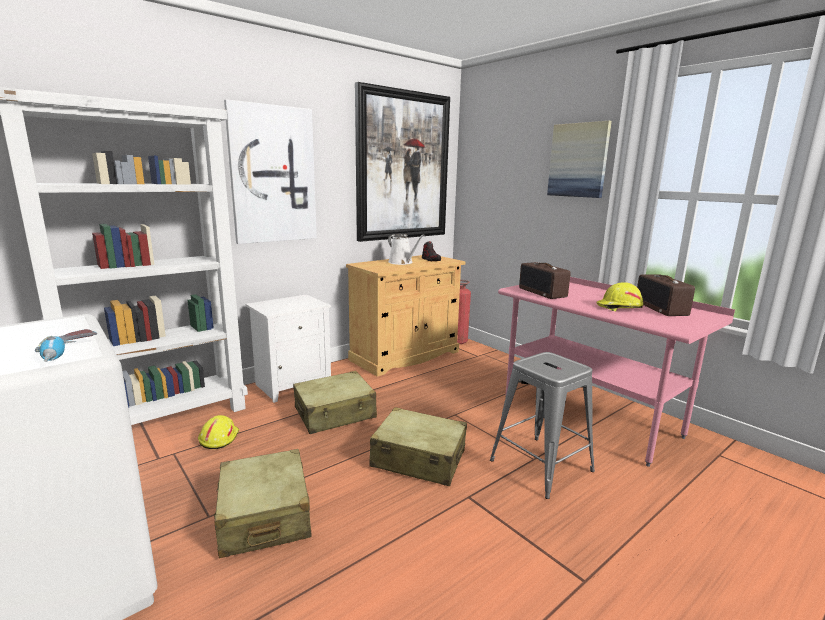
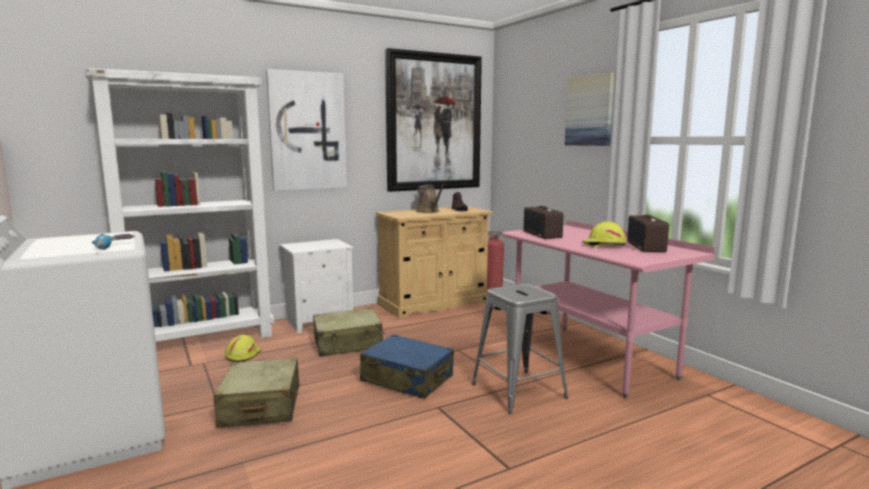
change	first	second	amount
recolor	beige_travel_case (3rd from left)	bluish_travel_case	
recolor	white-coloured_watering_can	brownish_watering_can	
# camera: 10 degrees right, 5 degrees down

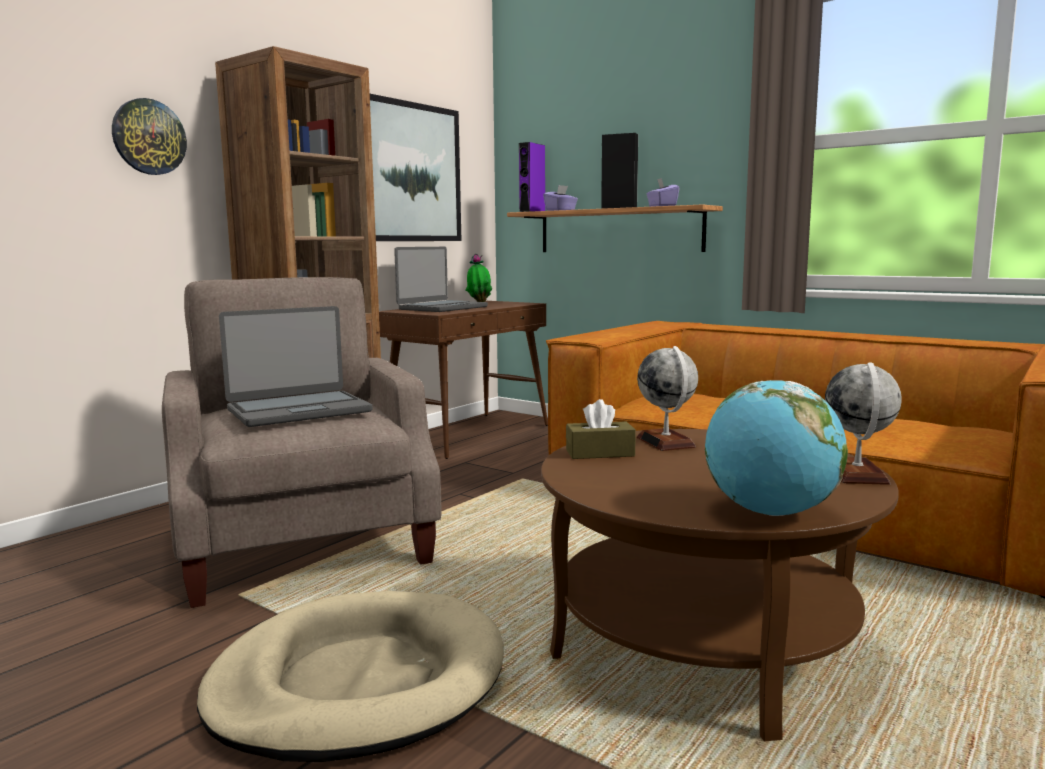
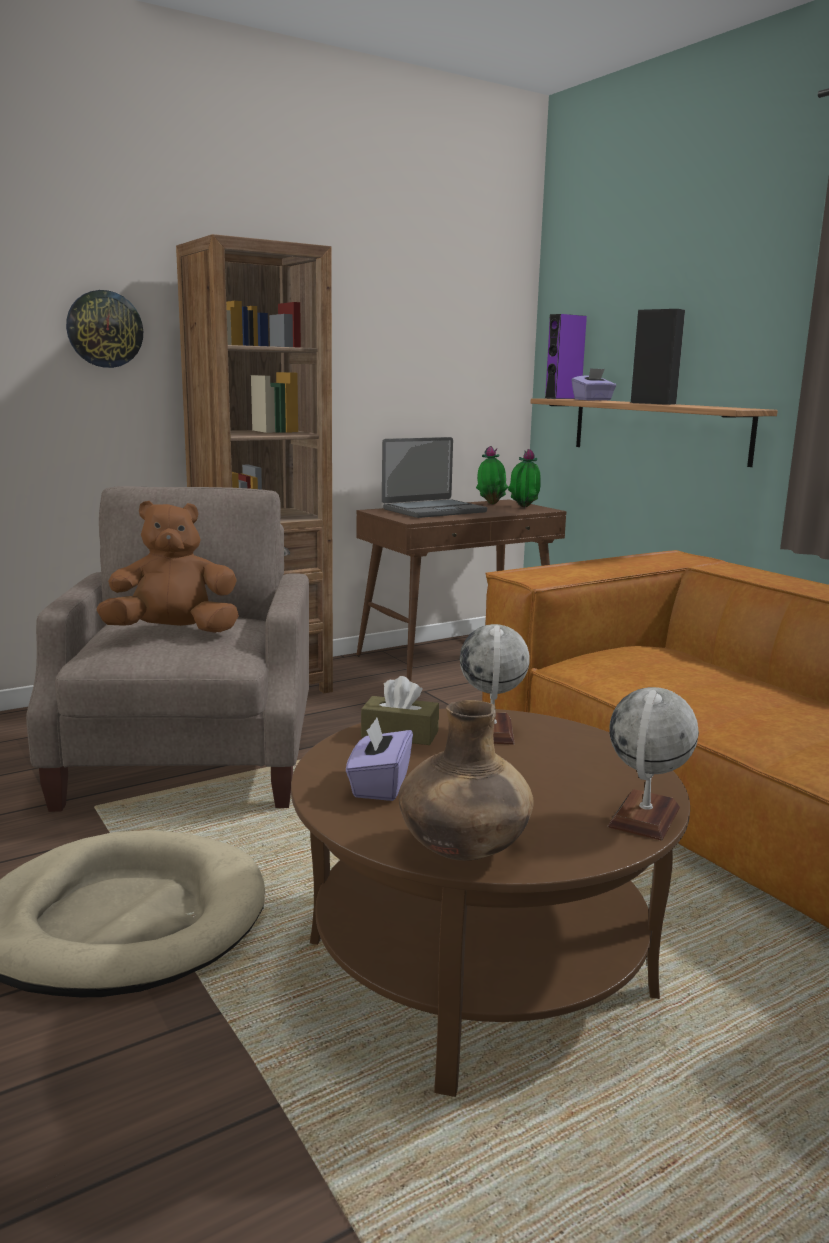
change	first	second	amount
replace	notebook_computer (1st from left)	brownish_plush_toy	
move	purplish_tissue_box (2nd from left in the first image)	purplish_tissue_box (1st from left)	
replace	world_globe (2nd from left)	brownish_flower_vase	
insert		potted_plant (2nd from left)	
delete	wall_art		
# camera: 20 degrees right, 5 degrees up

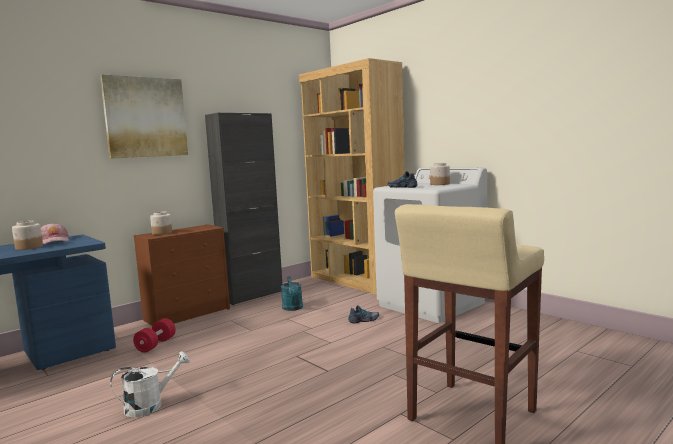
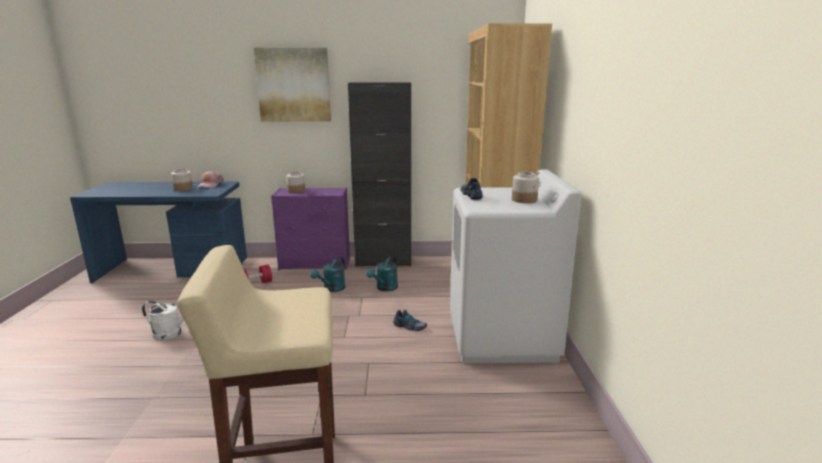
change	first	second	amount
recolor	brownish_drawer_chest	purplish_drawer_chest	
insert		turquoise_watering_can (1st from left)	
# camera: 40 degrees right, 10 degrees up

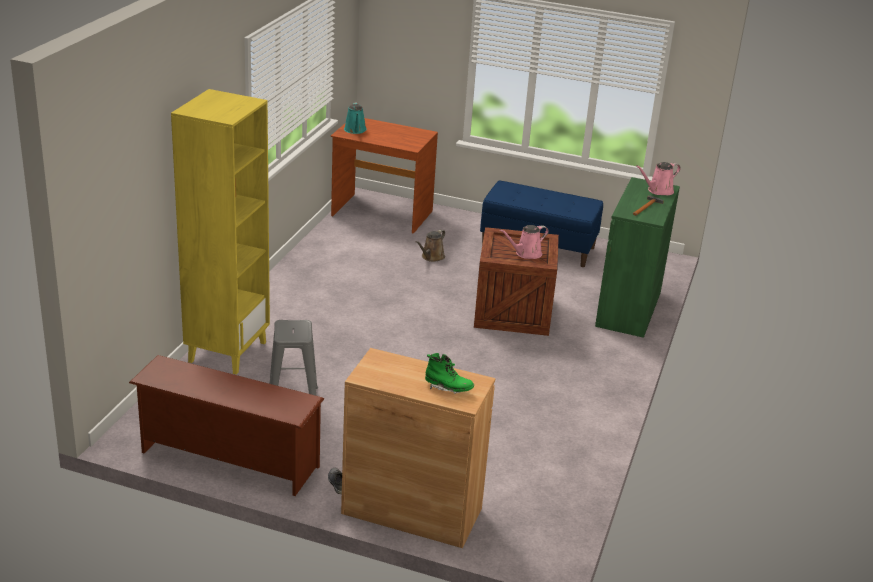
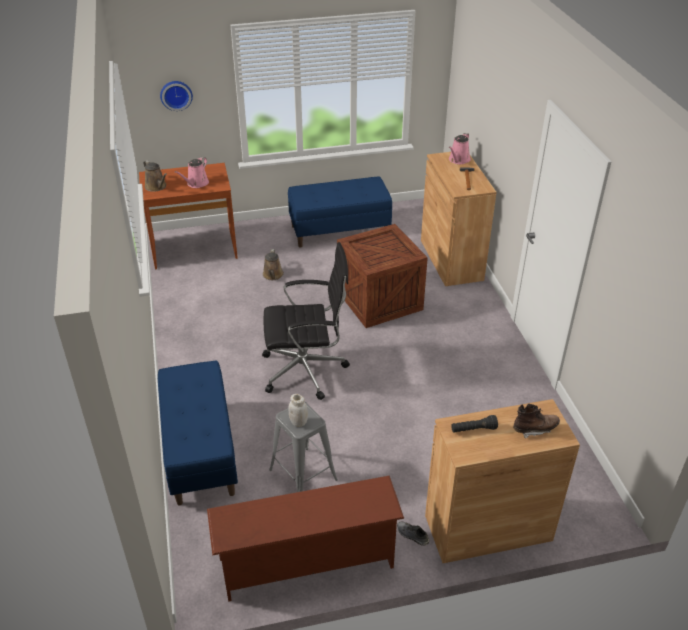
change	first	second	amount
recolor	turquoise_watering_can	brownish_watering_can (1st from left)	
replace	yellow_bookcase	bluish_long_seat (1st from left)	
insert		wall_clock	
move	pink_watering_can (1st from left)		
insert		black-coloured_desk_chair	
insert		white-coloured_storage_jar	
recolor	green-coloured_storage_cabinet	brownish_storage_cabinet (1st from left)	
insert		black-coloured_torch	
recolor	green-coloured_tall_boot	brownish_tall_boot	
# camera: 30 degrees left, 10 degrees up

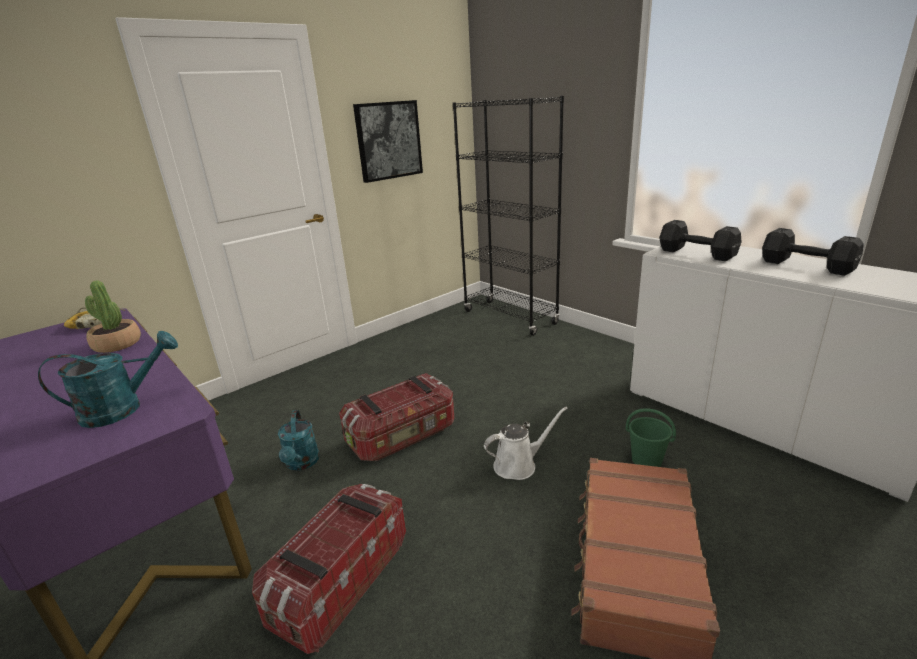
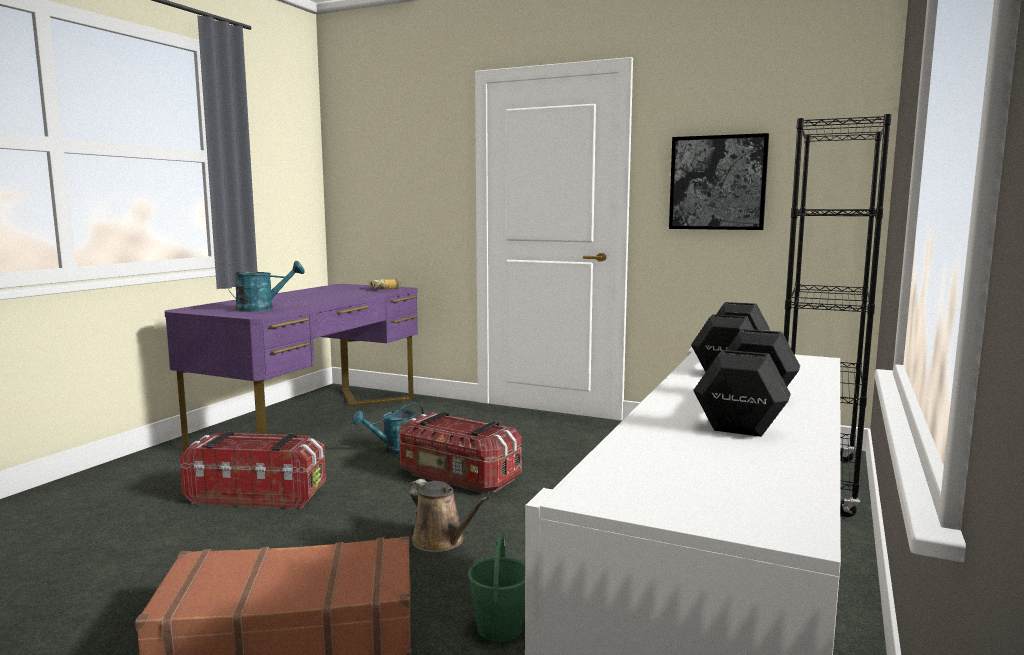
change	first	second	amount
rotate	turquoise_watering_can (1st from left)		60 degrees counterclockwise
recolor	white-coloured_watering_can	brownish_watering_can	
delete	potted_plant		
# camera: 65 degrees right, 15 degrees down

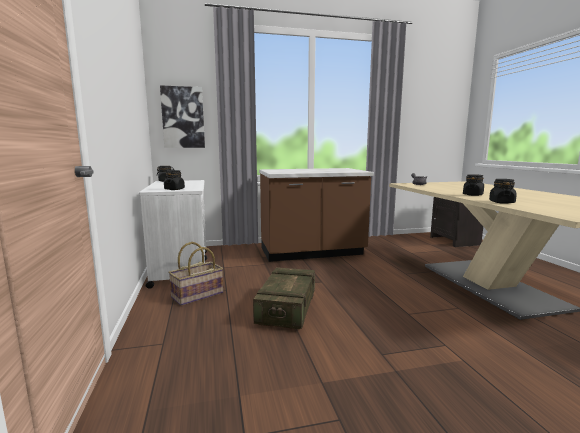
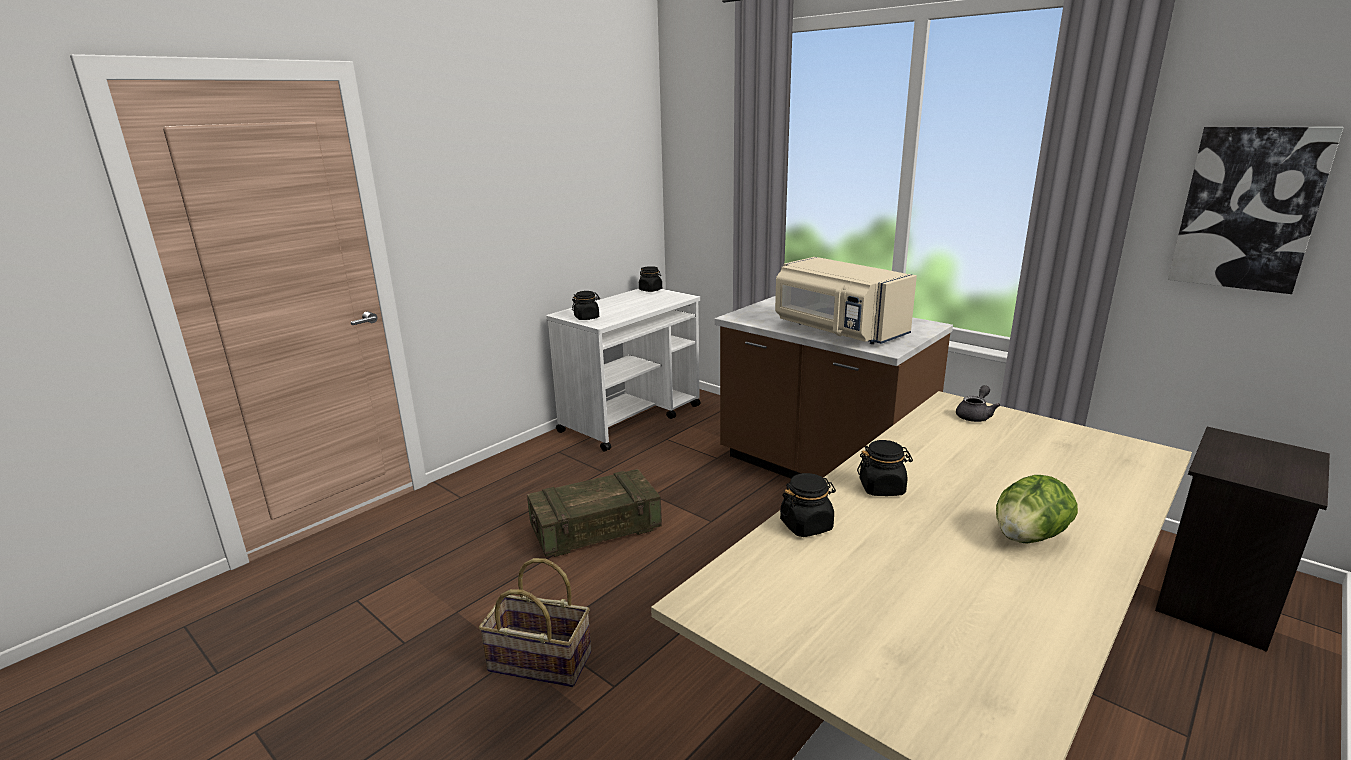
change	first	second	amount
move	household_basket		
insert		beige_kitchen_microwave	
insert		lettuce_head	
move	wall_art		
# camera: 55 degrees right, 10 degrees up

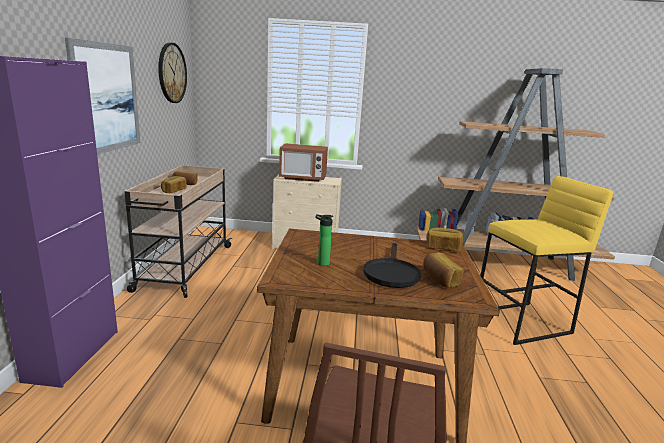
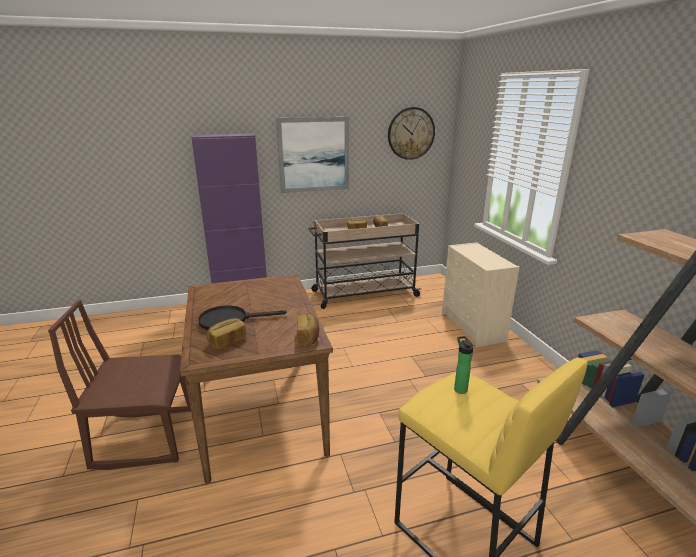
change	first	second	amount
move	bottle		
delete	kitchen_microwave		
# camera: 70 degrees right, 5 degrees up

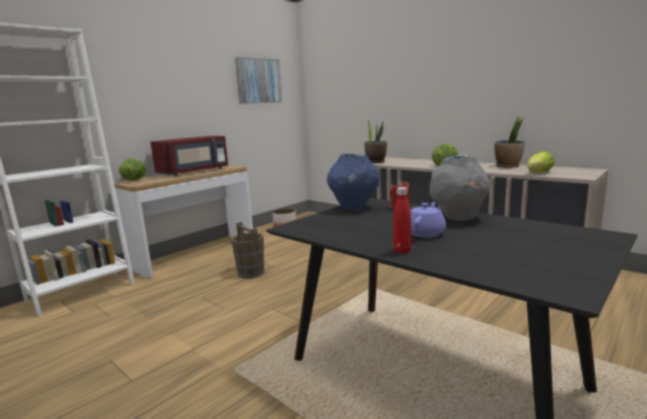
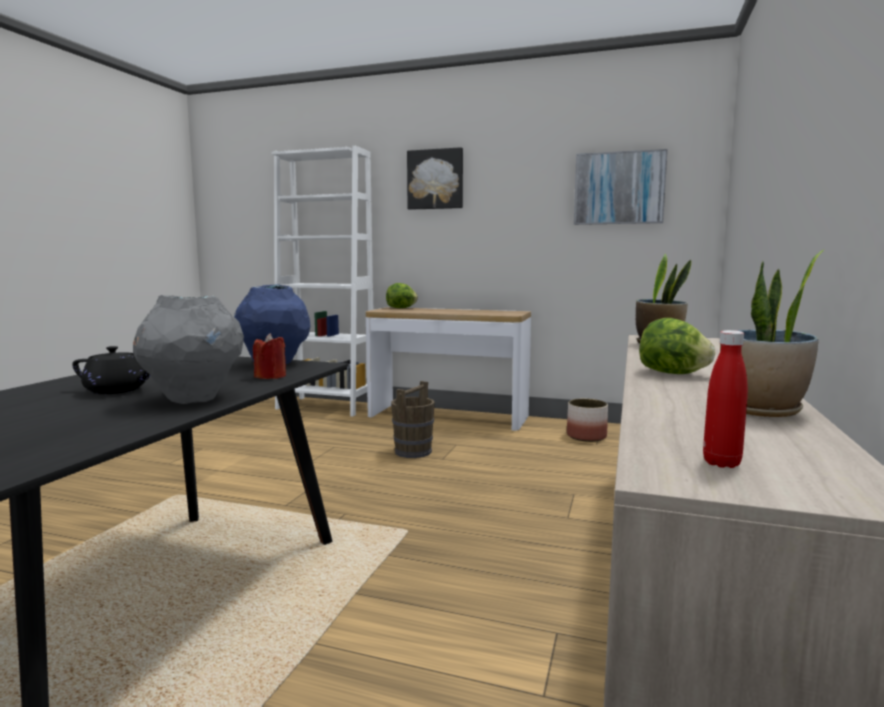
change	first	second	amount
recolor	purplish_tea_pot	black-coloured_tea_pot	
insert		wall_art (1st from left)	
move	red_bottle		
delete	red_kitchen_microwave		
delete	lettuce_head (3rd from left)		
# camera: 65 degrees right, 5 degrees down

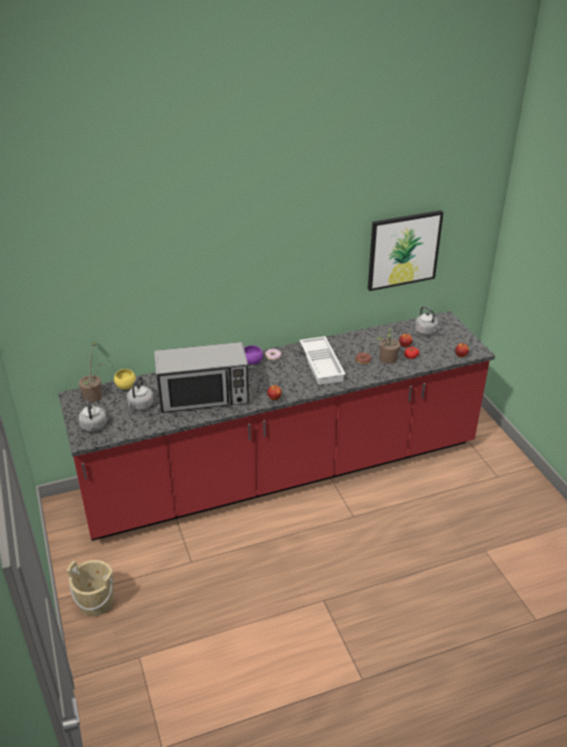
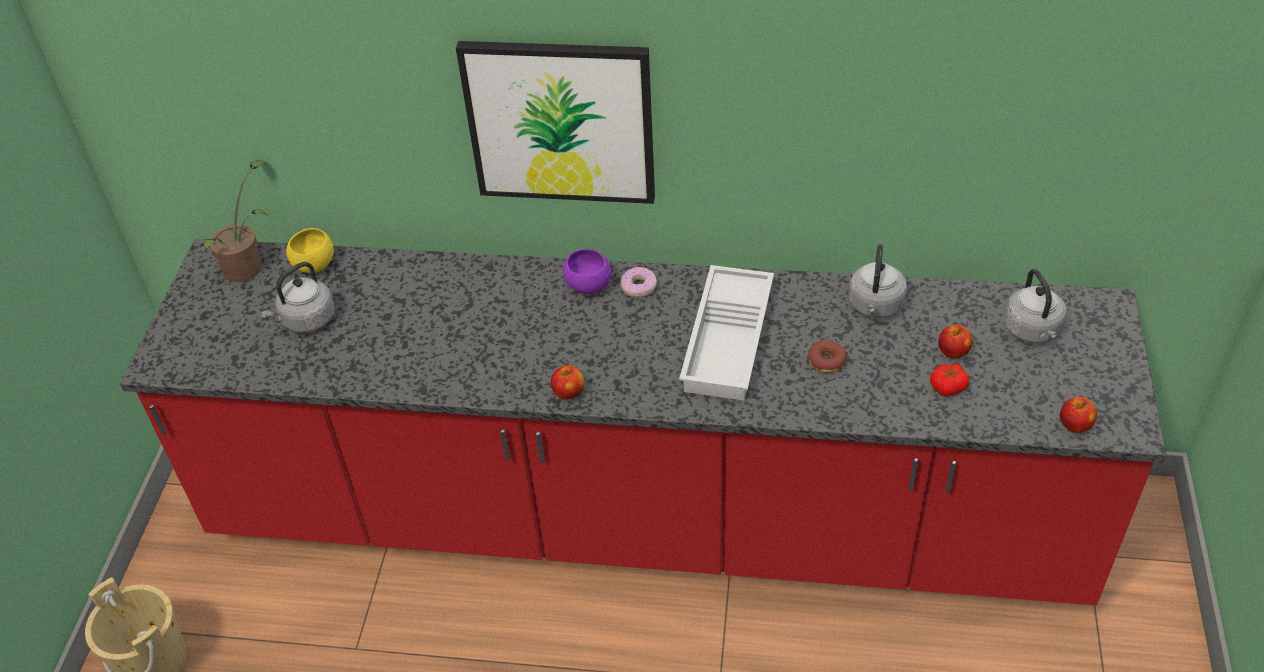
change	first	second	amount
move	wall_art		
move	gray_kettle (1st from left in the first image)	gray_kettle (2nd from left)	
delete	kitchen_microwave		
delete	potted_plant (2nd from left)		
# camera: 30 degrees right, 10 degrees up

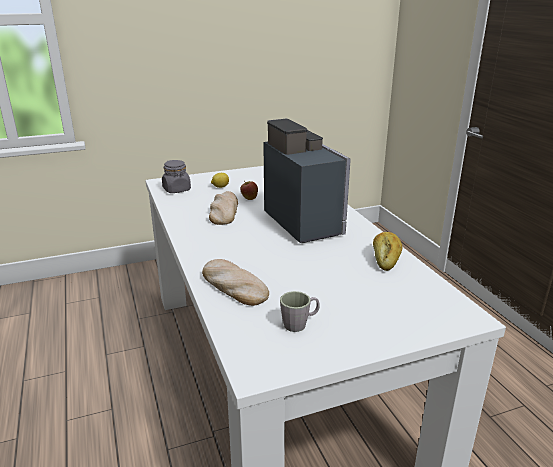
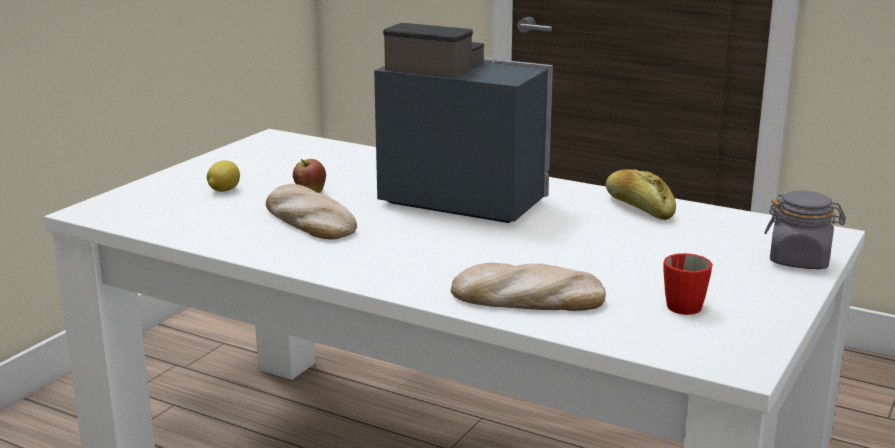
change	first	second	amount
recolor	gray_tea_mug	red_tea_mug	
move	gray_storage_jar		
# camera: 40 degrees left, 5 degrees down

